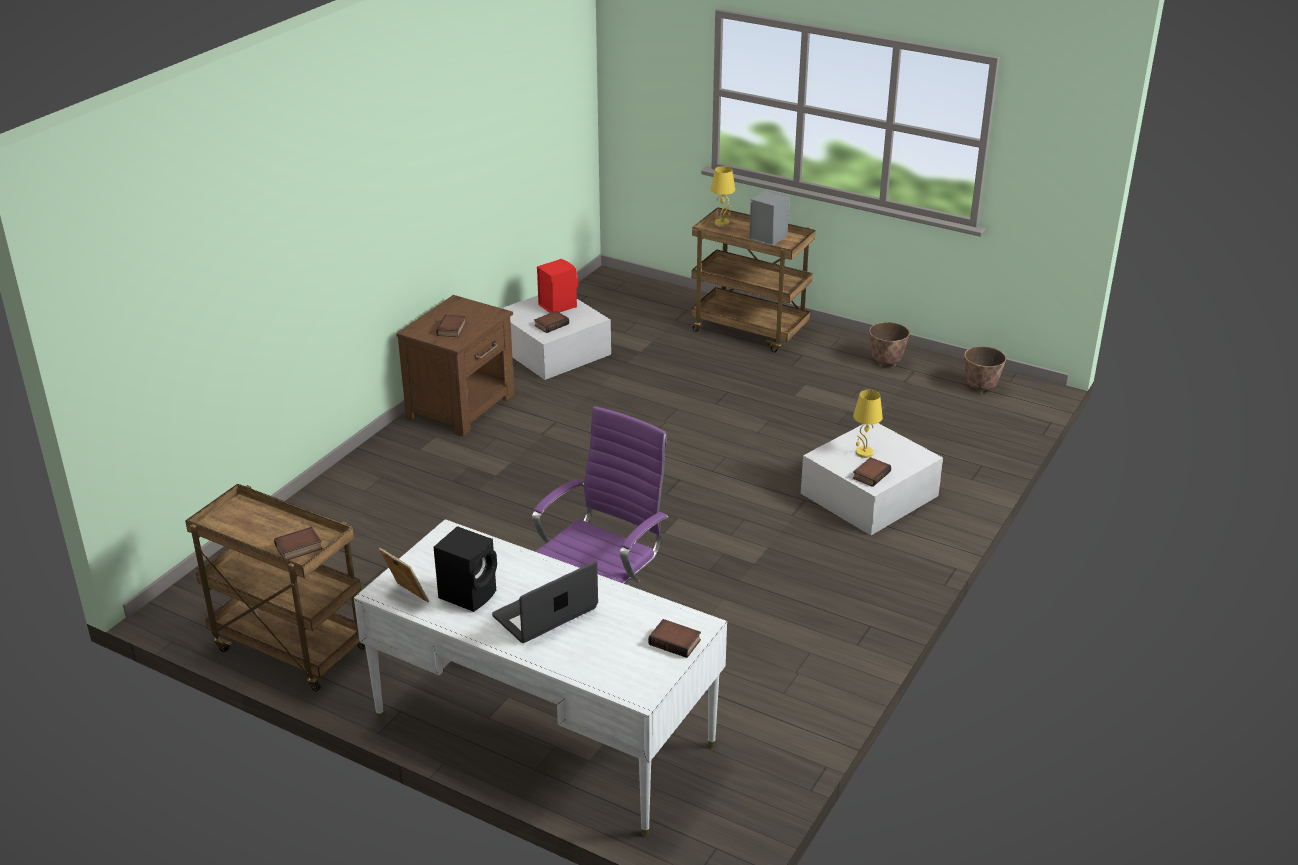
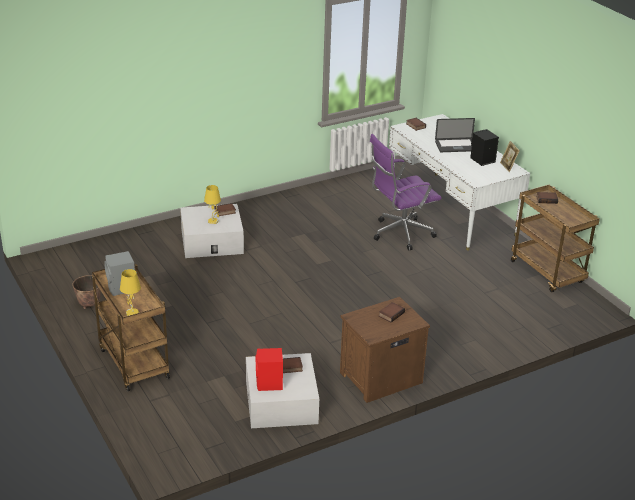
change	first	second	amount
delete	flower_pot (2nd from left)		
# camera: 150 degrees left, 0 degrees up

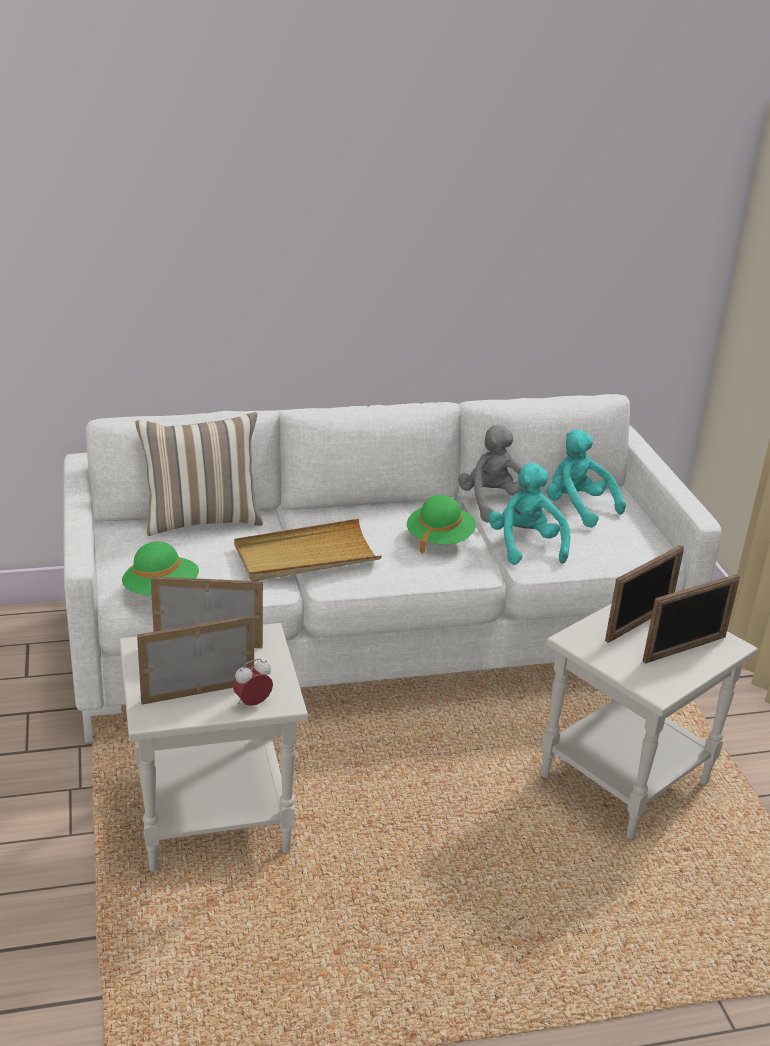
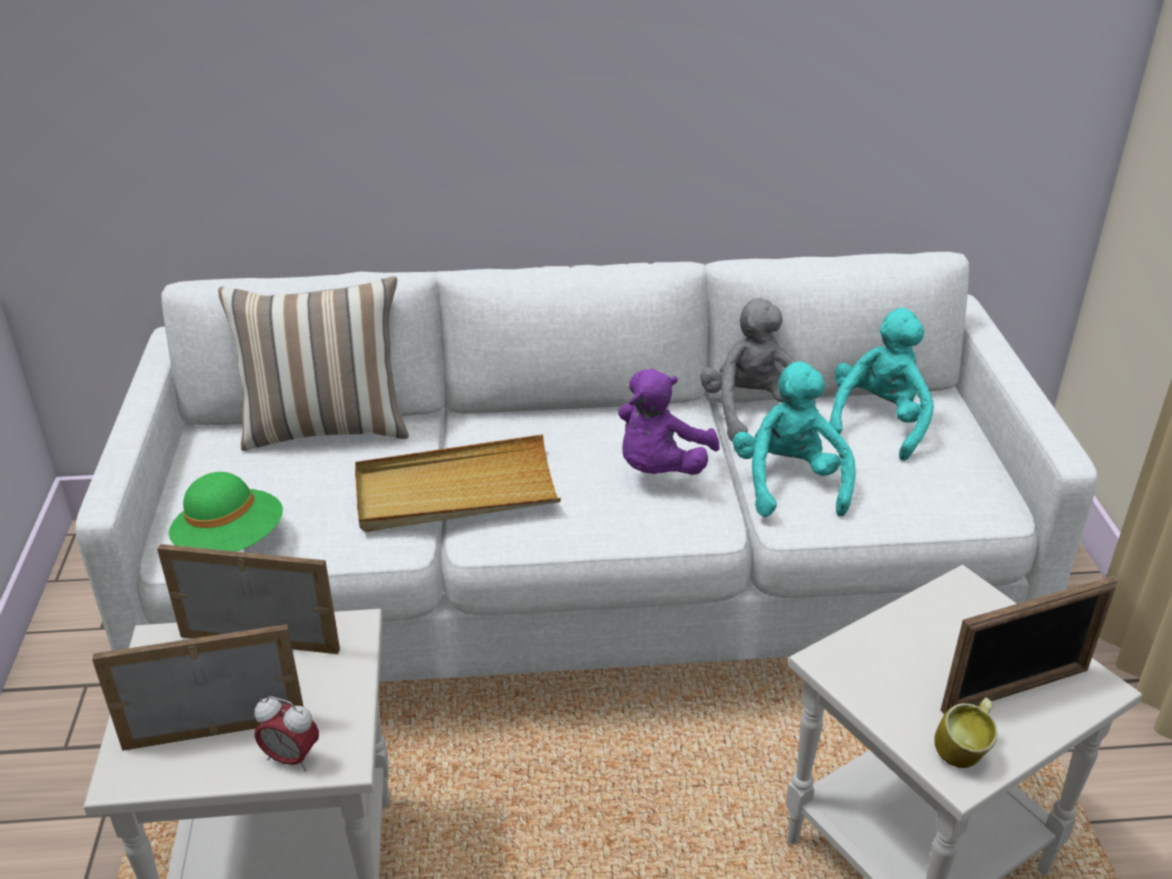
change	first	second	amount
rotate	alarm_clock		135 degrees counterclockwise
replace	green-coloured_hat (2nd from left)	purplish_plush_toy	
rotate	turquoise_plush_toy (2nd from left)		60 degrees clockwise
insert		tea_mug	
delete	photo_frame (3rd from left)		
# camera: 10 degrees right, 5 degrees up

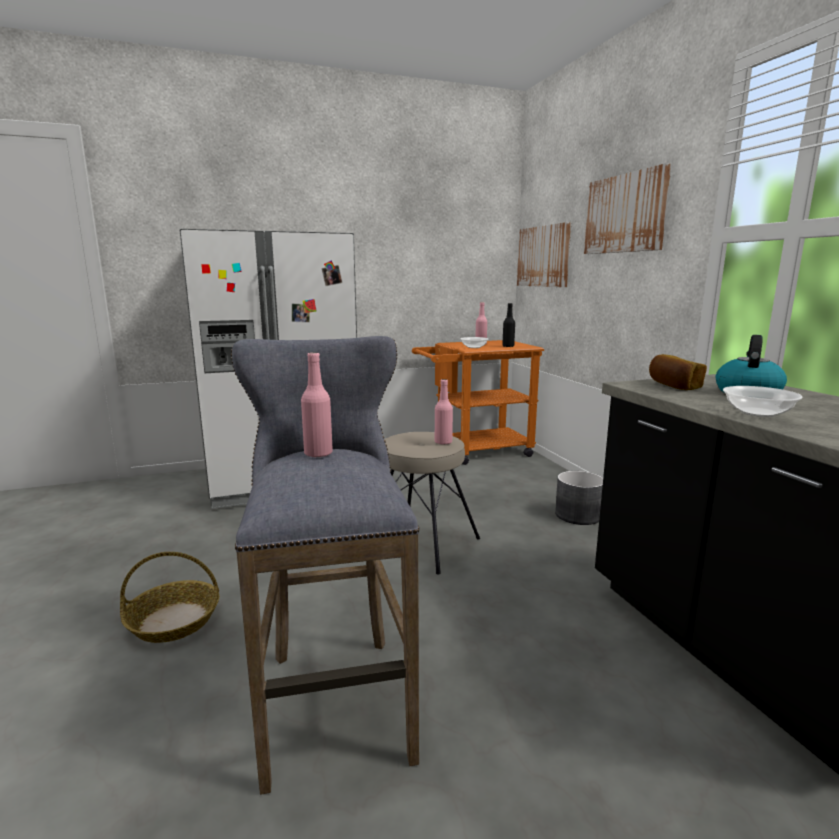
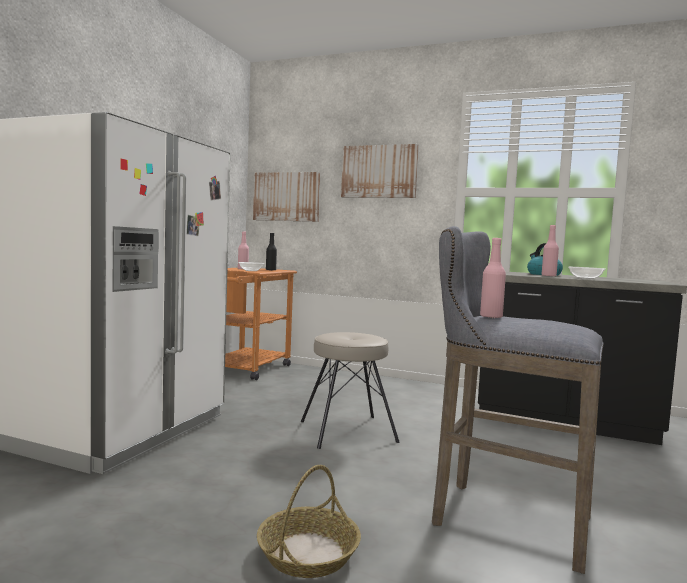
change	first	second	amount
move	pink_bottle (2nd from left in the first image)	pink_bottle (3rd from left)	
delete	gray_flower_pot		
delete	bakery_bread		
# camera: 50 degrees left, 10 degrees down

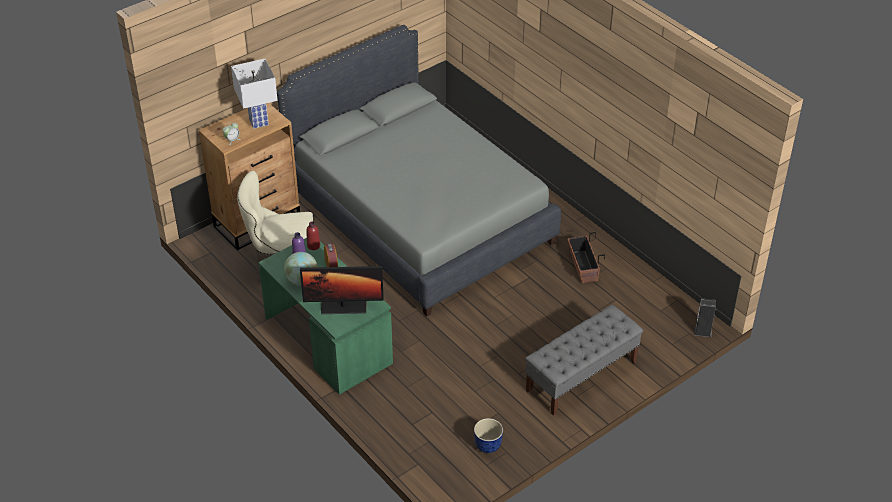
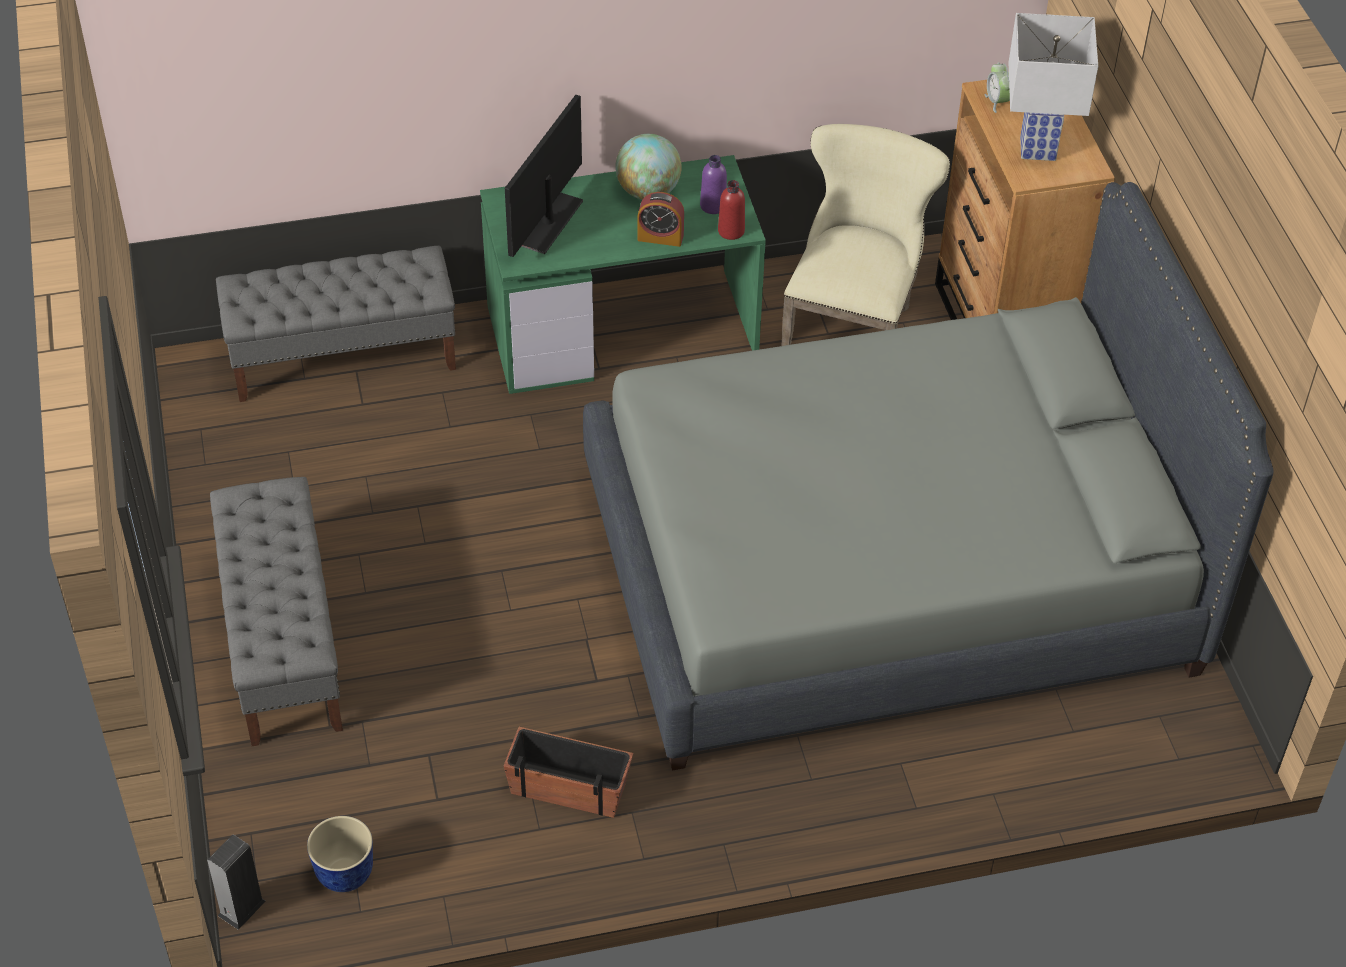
change	first	second	amount
insert		gray_long_seat (2nd from left)	
move	flower_pot (1st from left)		
# camera: 115 degrees right, 5 degrees up

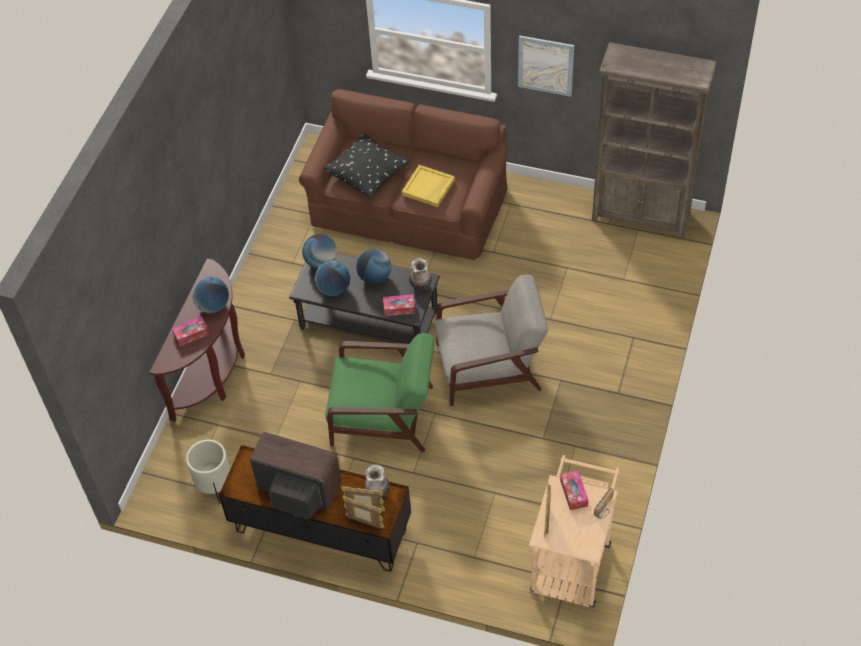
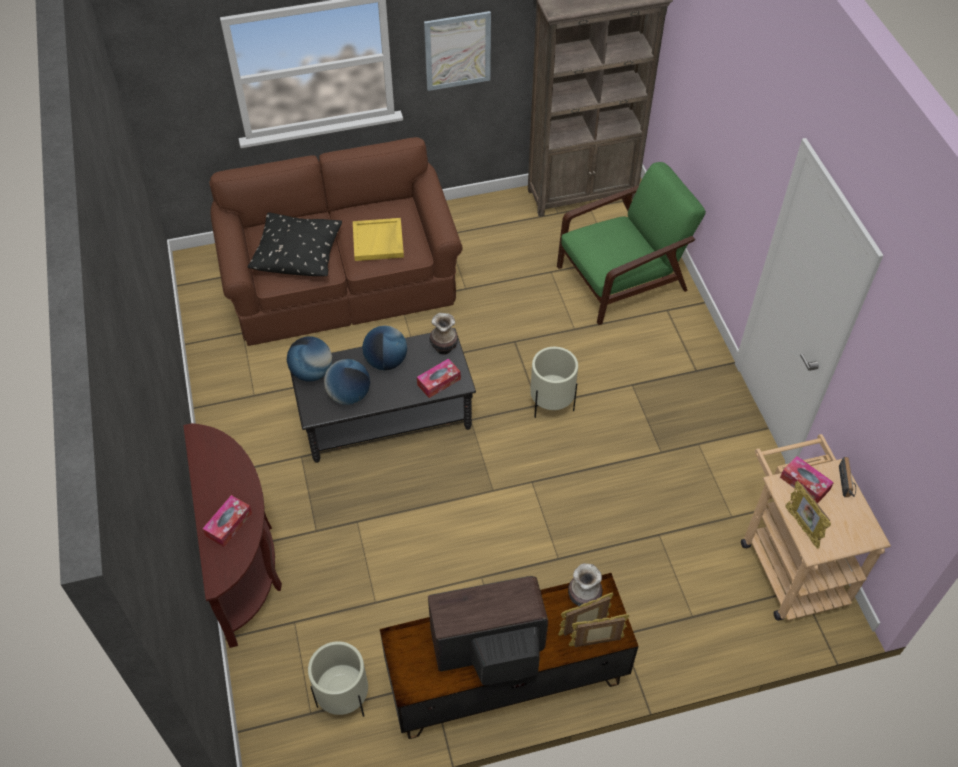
change	first	second	amount
replace	gray_easy_chair	beige_flower_pot (2nd from left)	
move	green-coloured_easy_chair		
delete	world_globe (1st from left)		
# camera: 35 degrees left, 0 degrees up

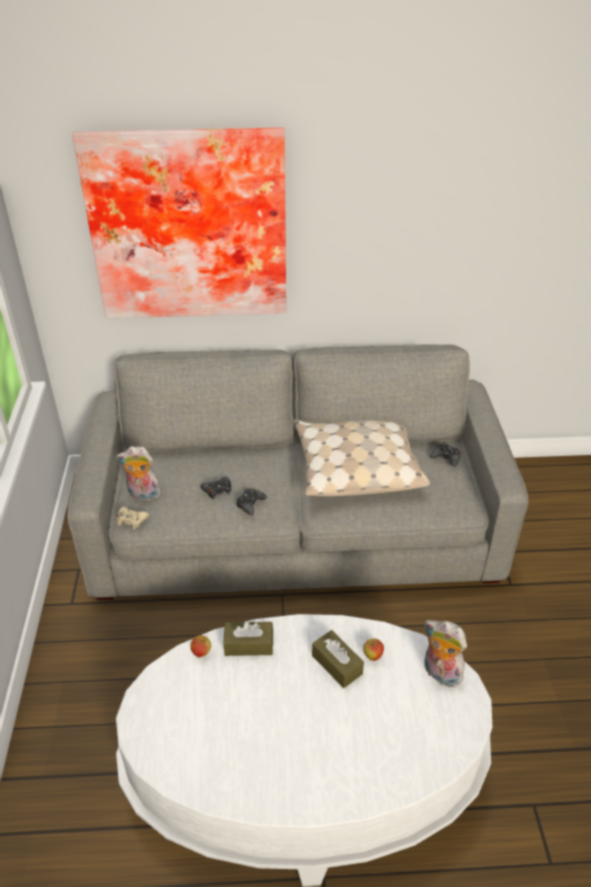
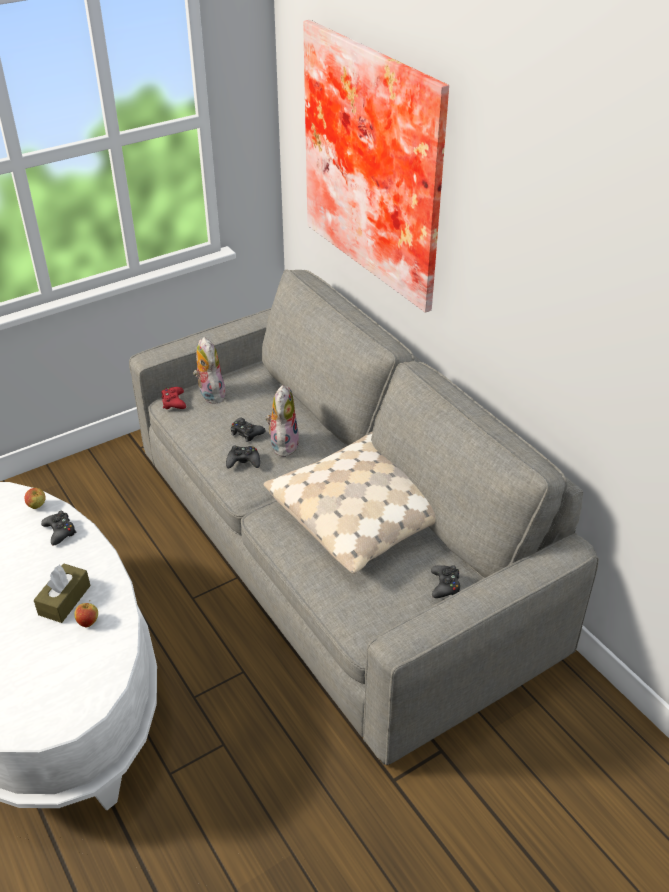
change	first	second	amount
replace	brownish_tissue_box (1st from left)	black-coloured_joypad (1st from left)	
recolor	beige_joypad	red_joypad	
move	plush_toy (2nd from left)		
# camera: 60 degrees right, 0 degrees up

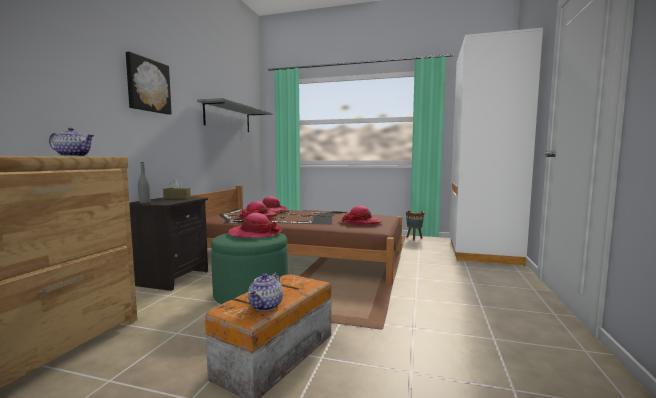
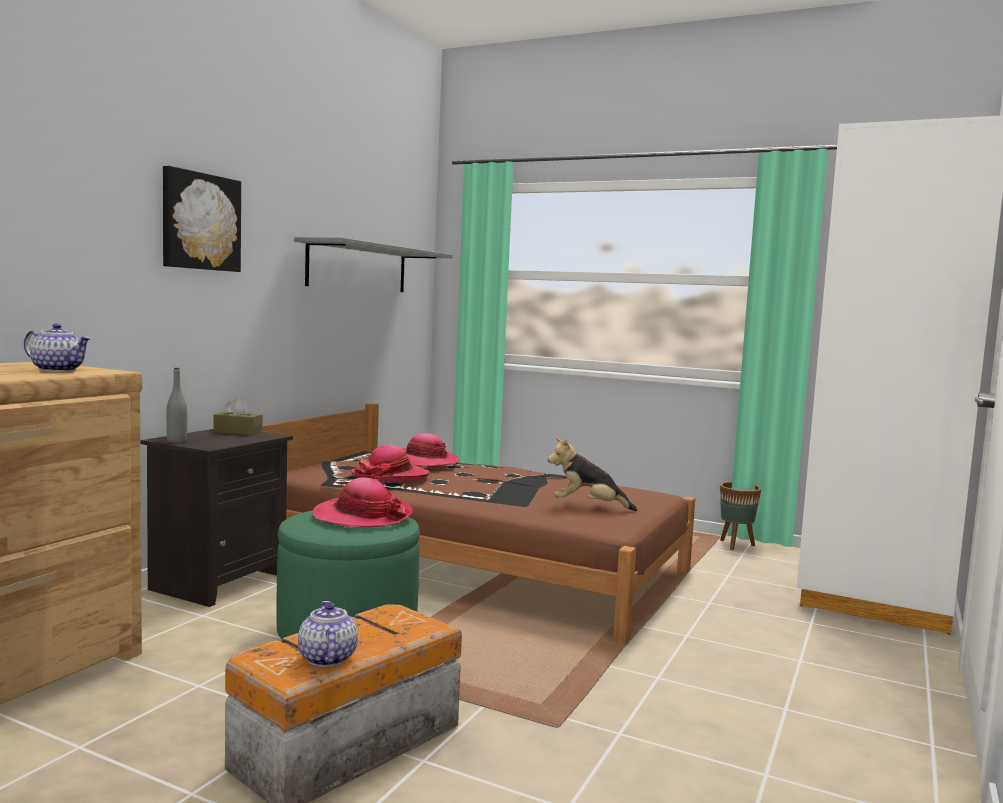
change	first	second	amount
rotate	tea_pot (2nd from left)		135 degrees clockwise
replace	hat (4th from left)	plush_toy	
# camera: 10 degrees right, 0 degrees up

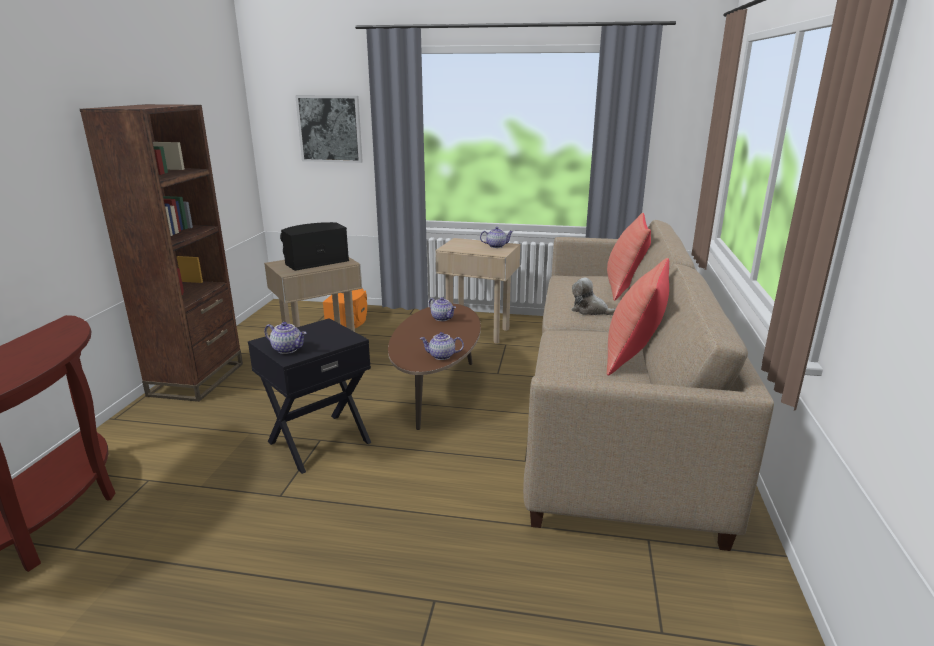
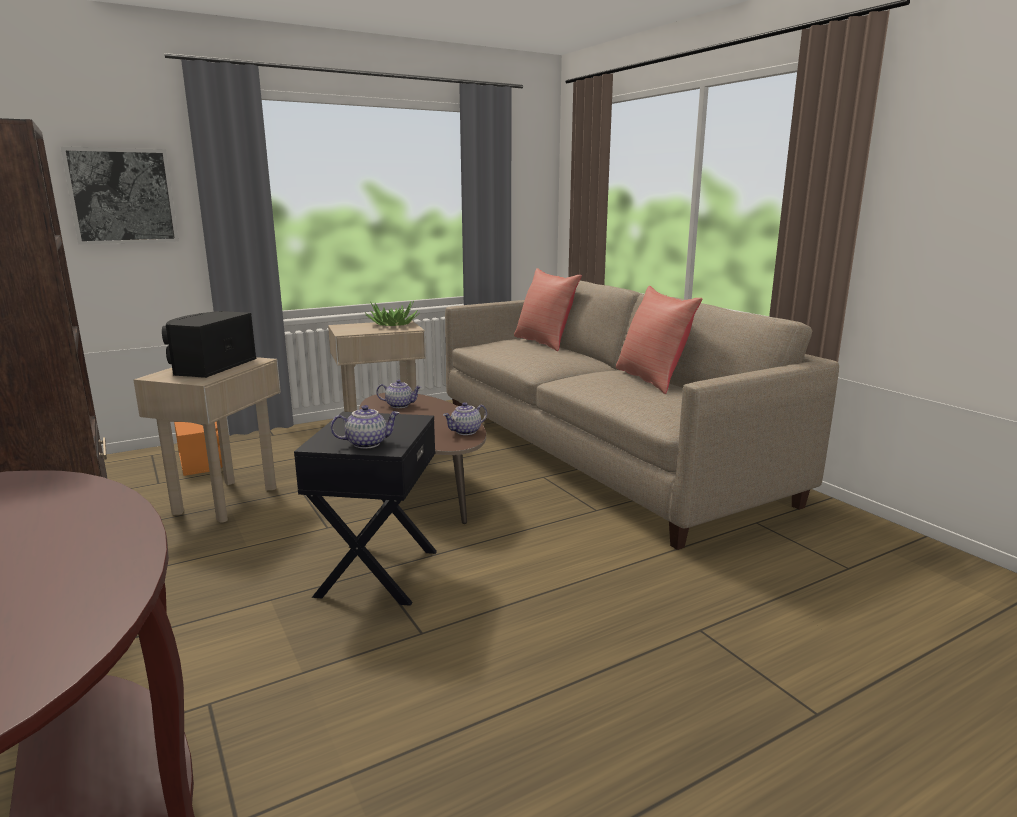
change	first	second	amount
replace	tea_pot (4th from left)	potted_plant	
delete	plush_toy		
# camera: 40 degrees left, 5 degrees down

